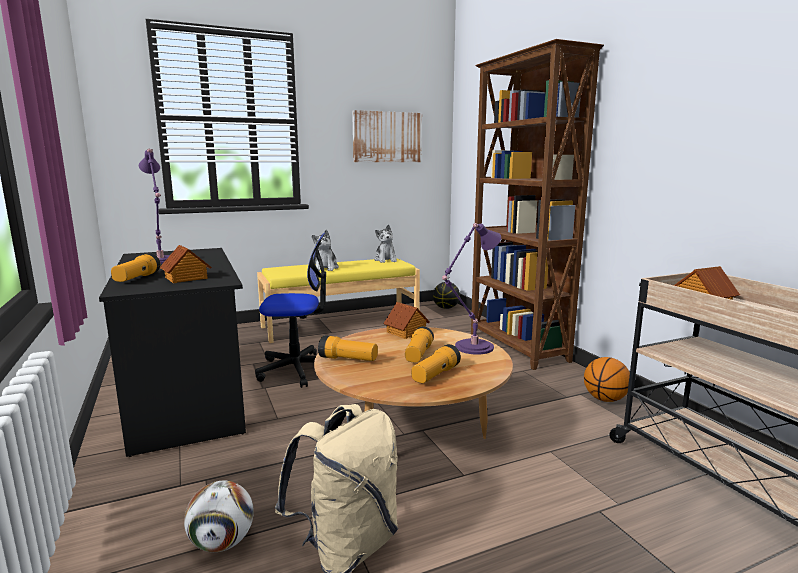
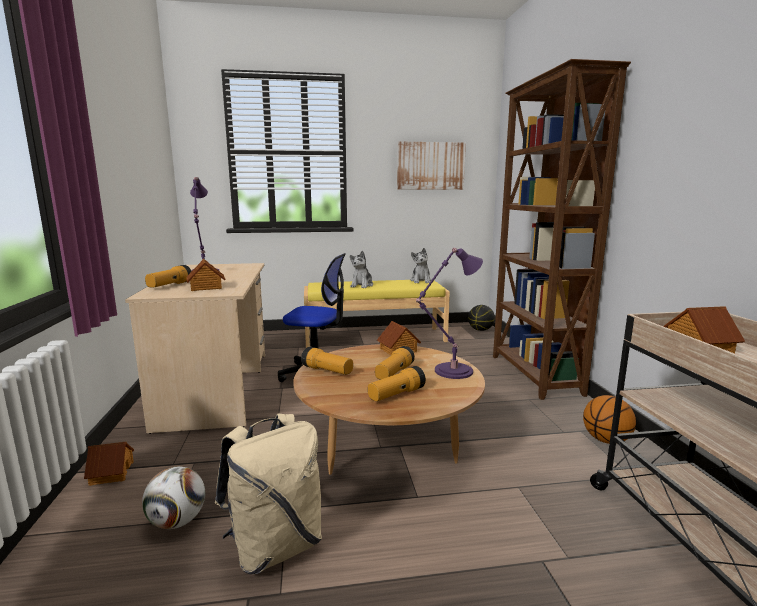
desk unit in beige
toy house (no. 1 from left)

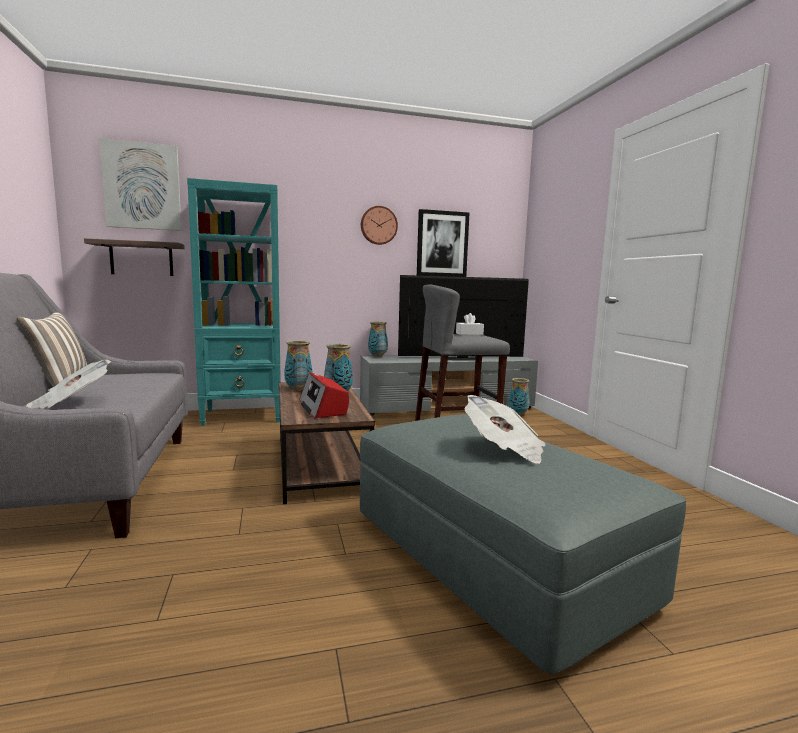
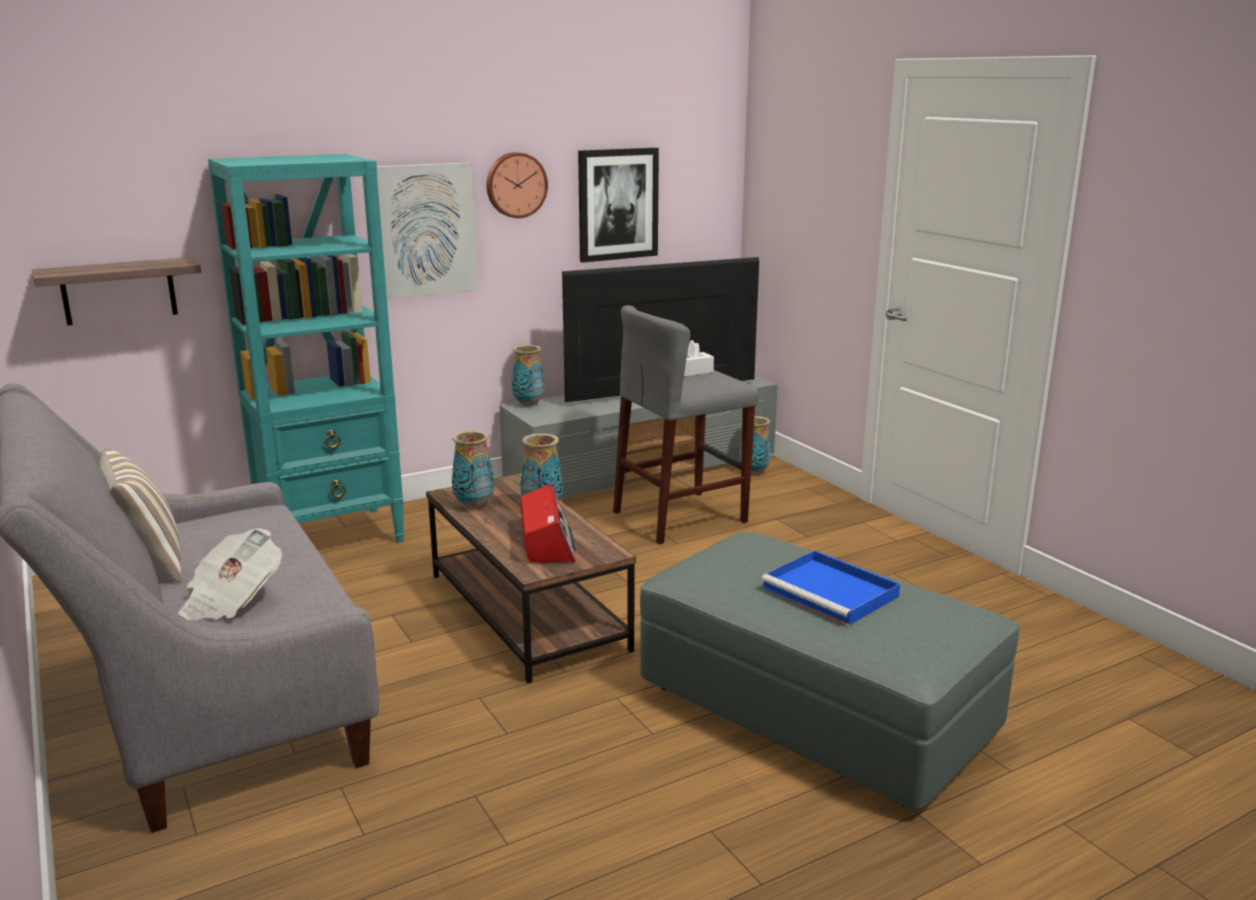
wall picture (no. 1 from left)
radio receiver
tray in blue-coloured

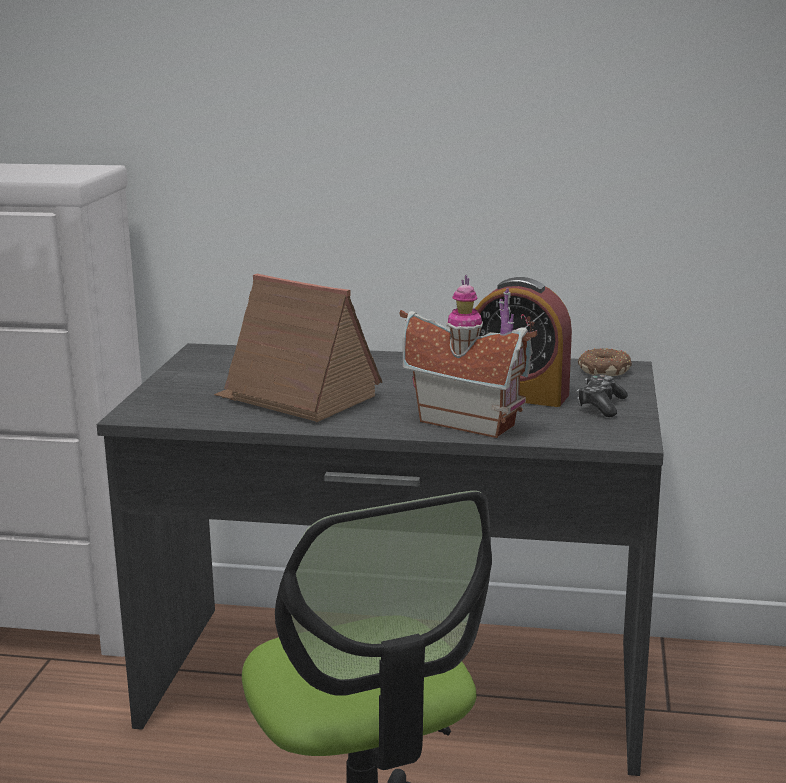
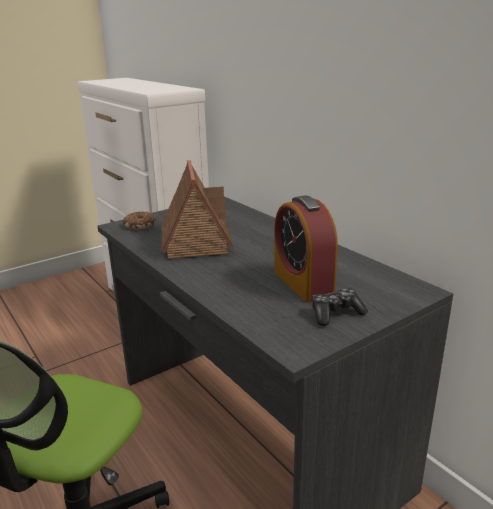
toy house (no. 2 from left in the first image)
doughnut

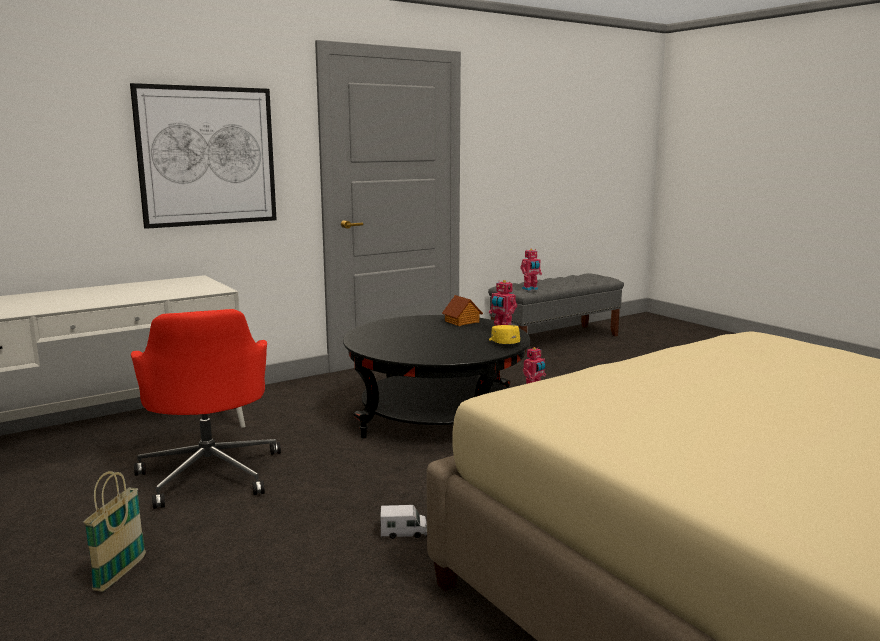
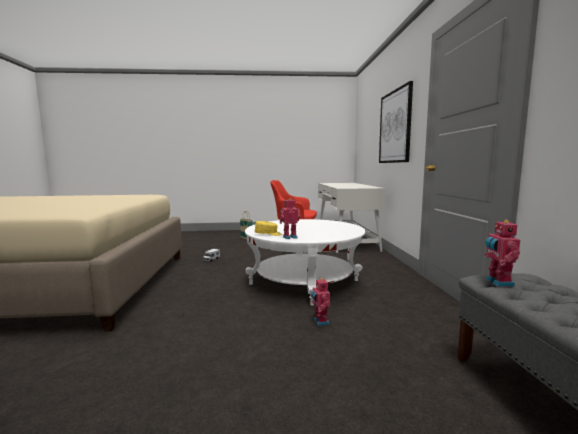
toy house
low table in white-coloured

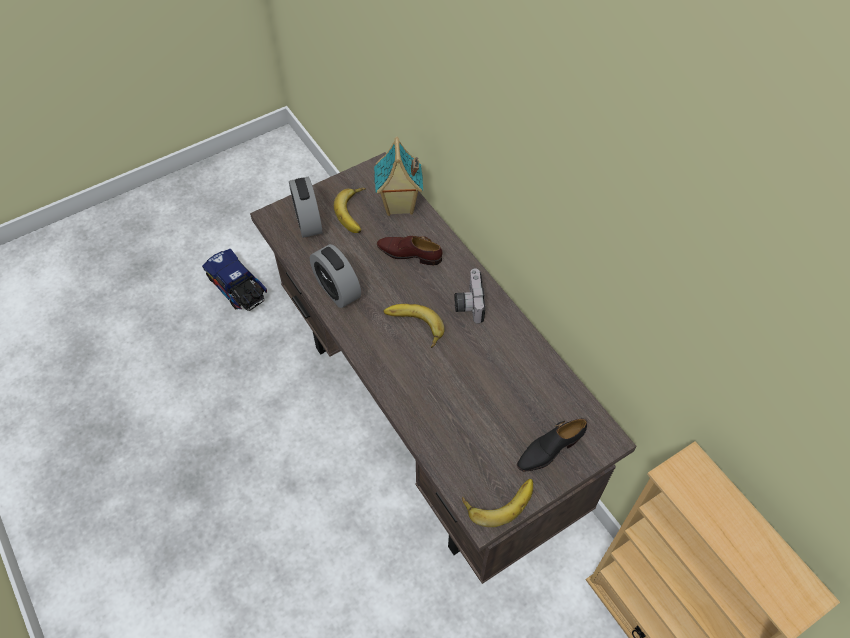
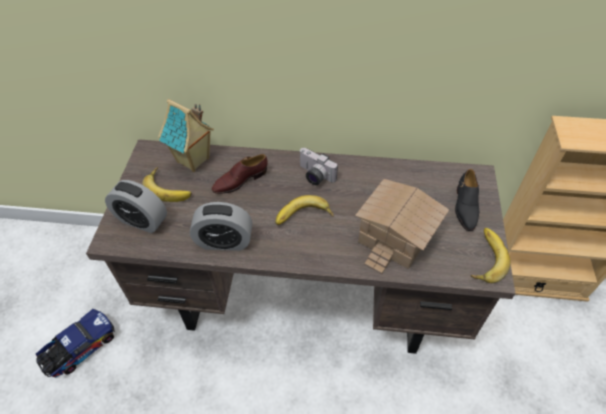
toy truck
toy house (no. 2 from left)

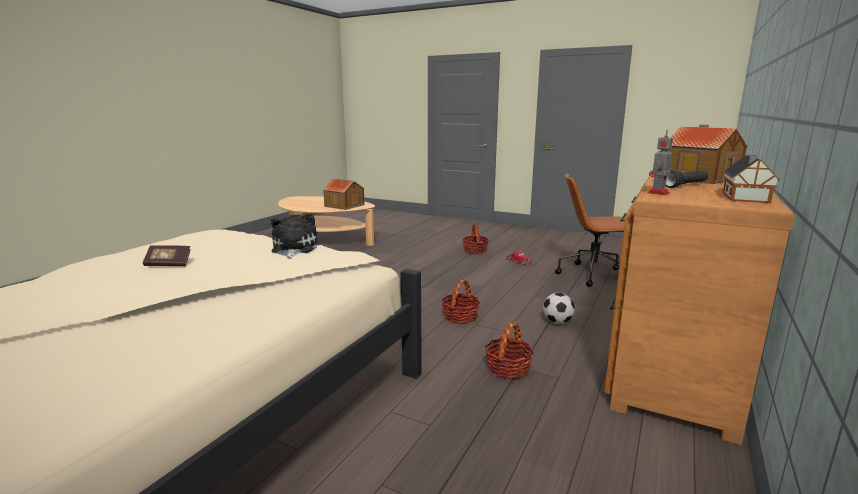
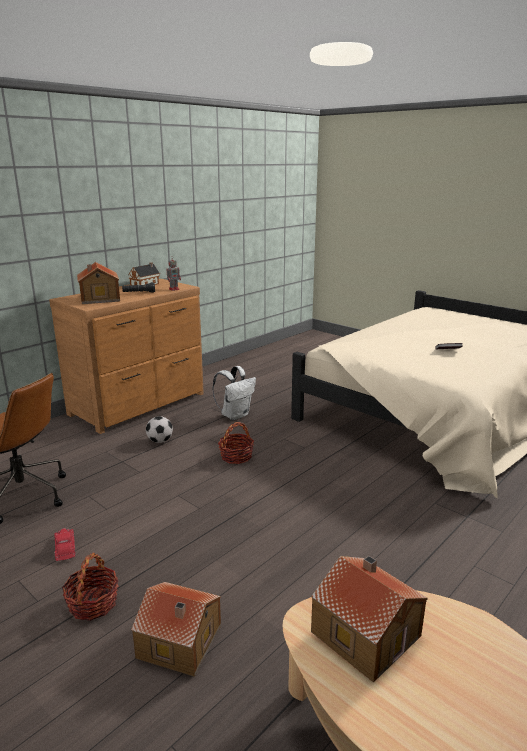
plush toy
knapsack in white-coloured
toy house (no. 3 from left)

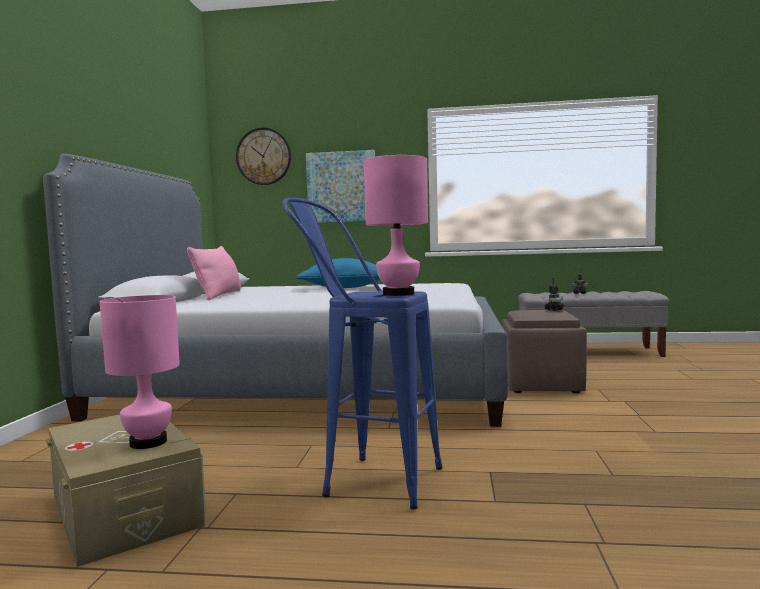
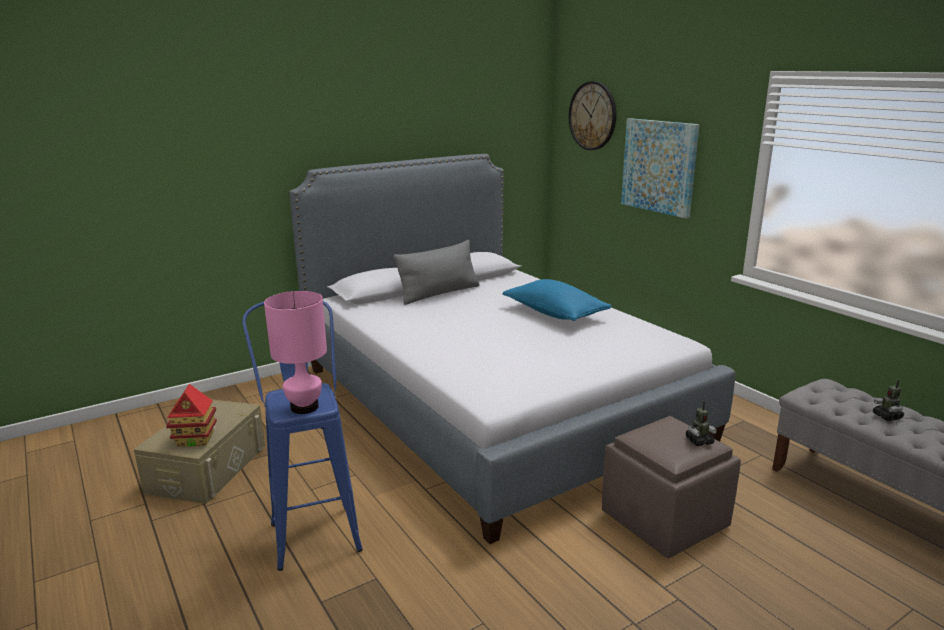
cushion in gray
toy house

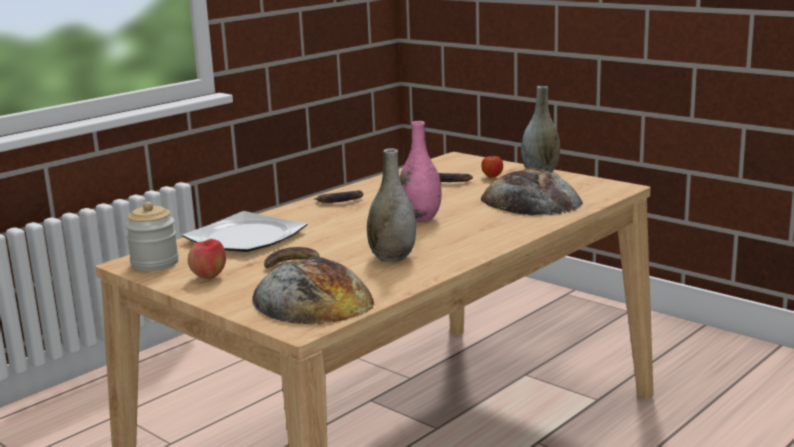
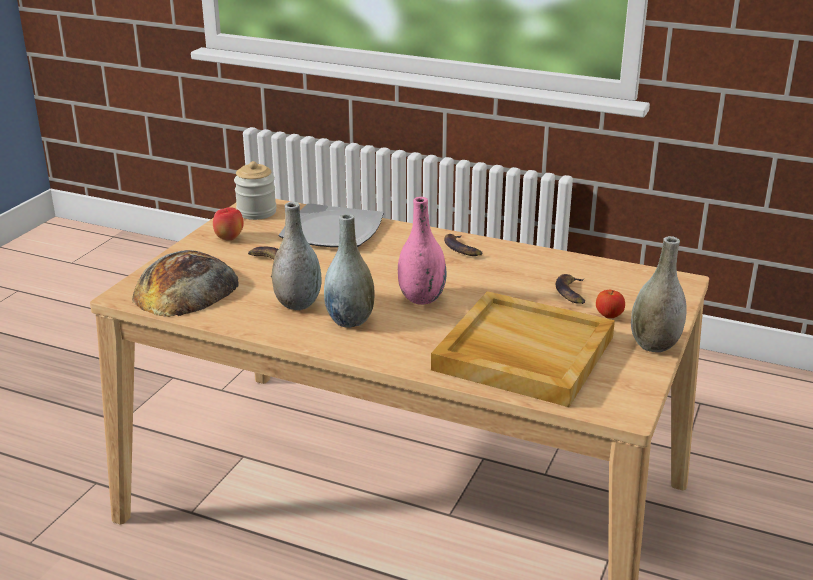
tray in beige
vase in gray (no. 2 from left)

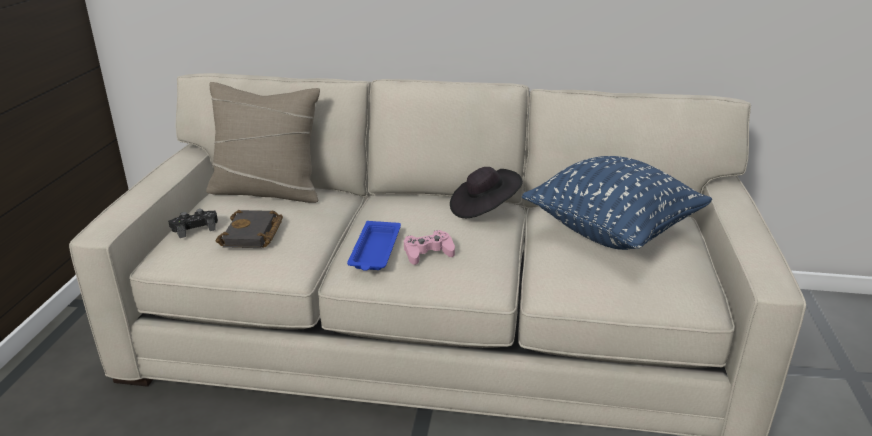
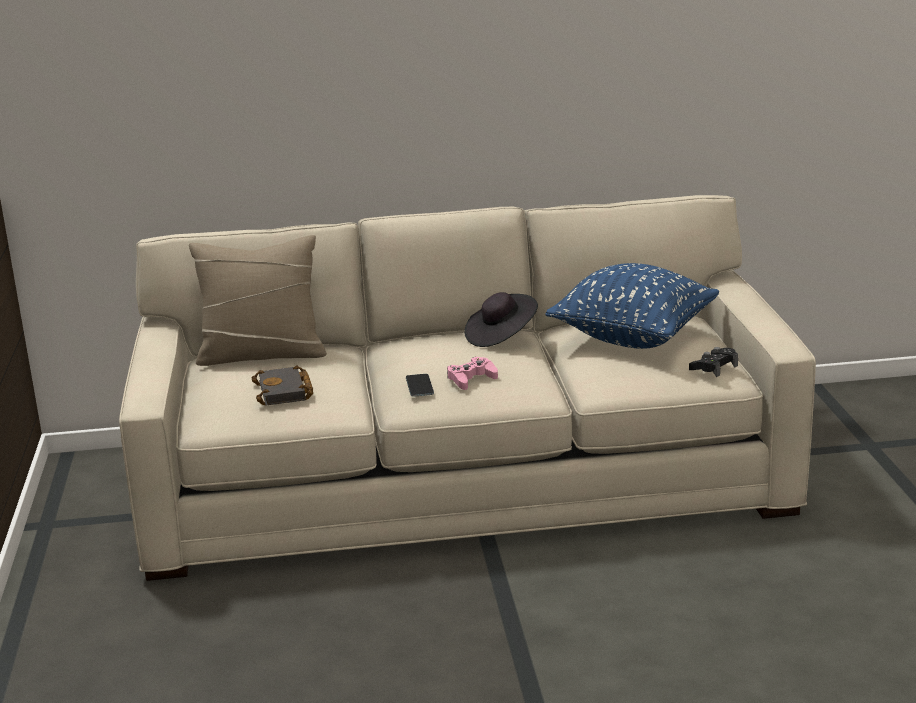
joypad in black-coloured
telephone

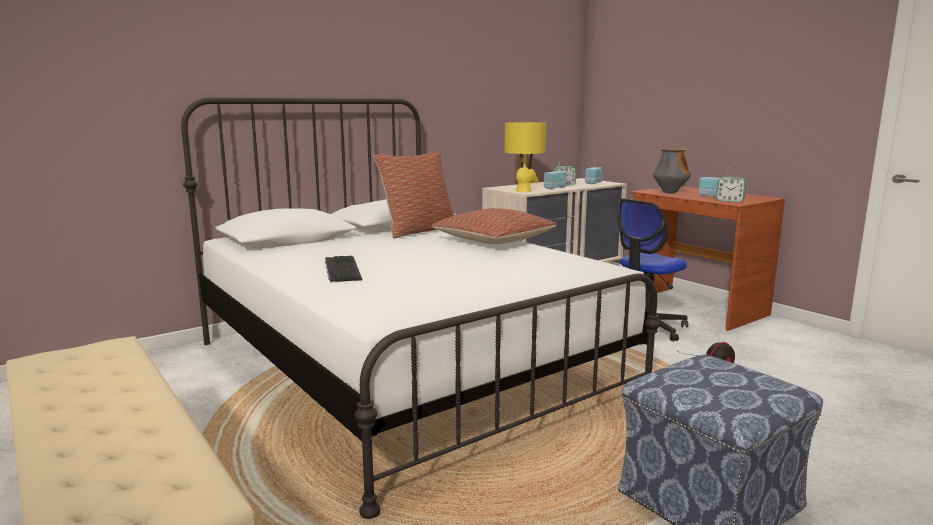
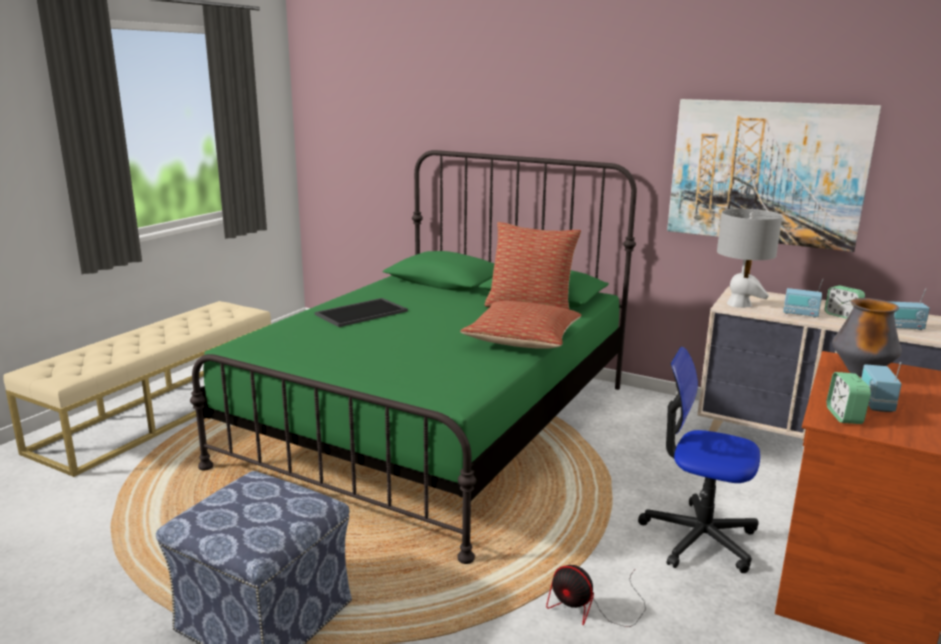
sleeping bed in greenish
tabletop lamp in gray
tray
wall picture

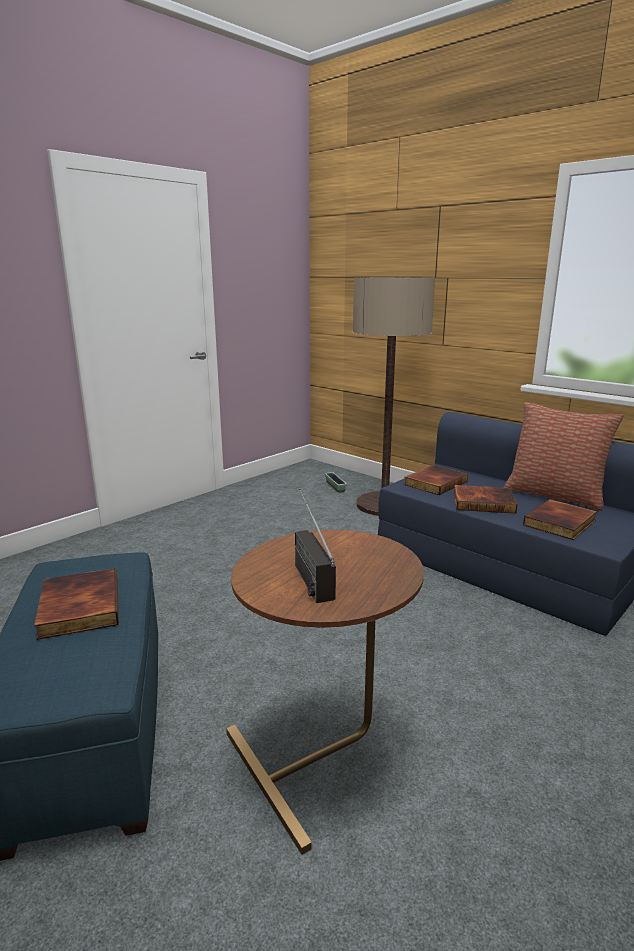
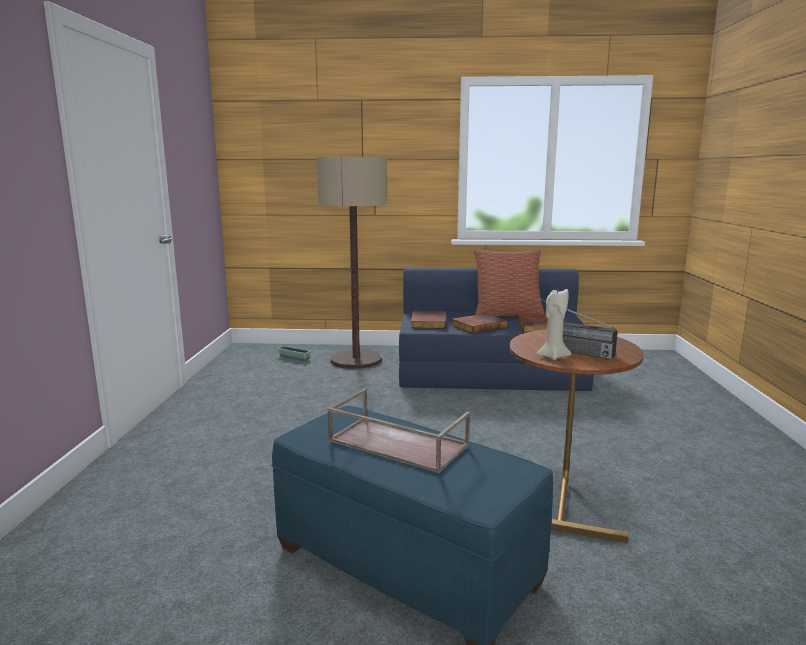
tray in brownish
wax candle in beige

